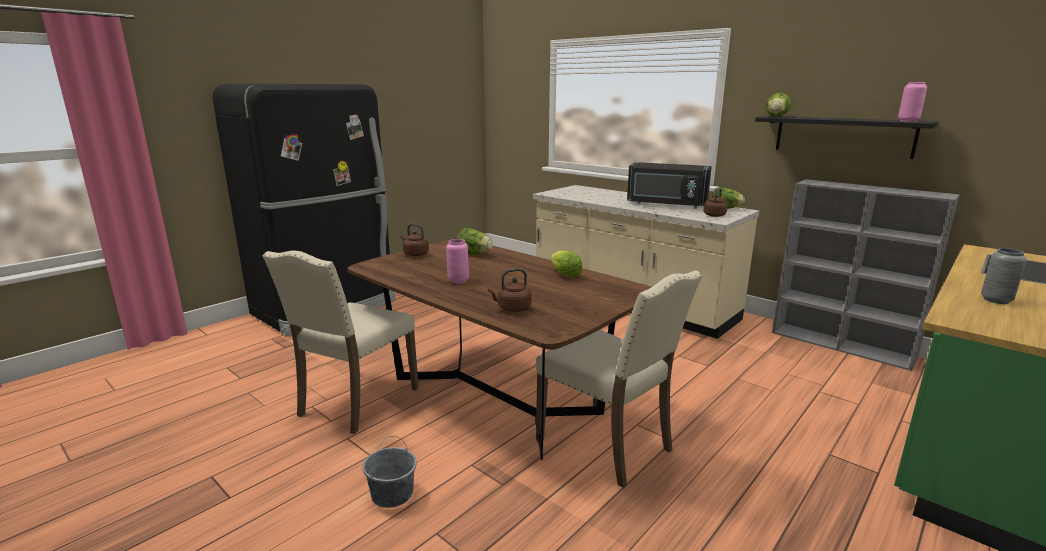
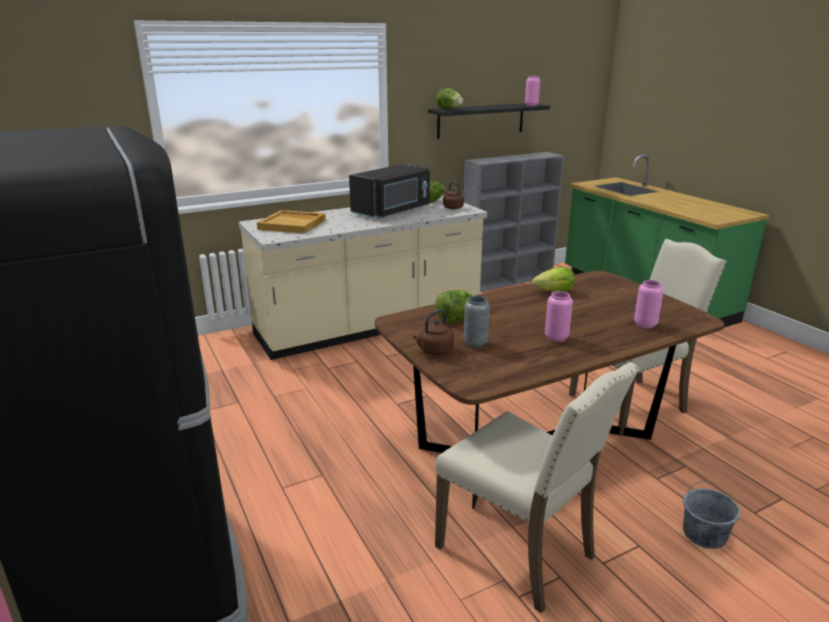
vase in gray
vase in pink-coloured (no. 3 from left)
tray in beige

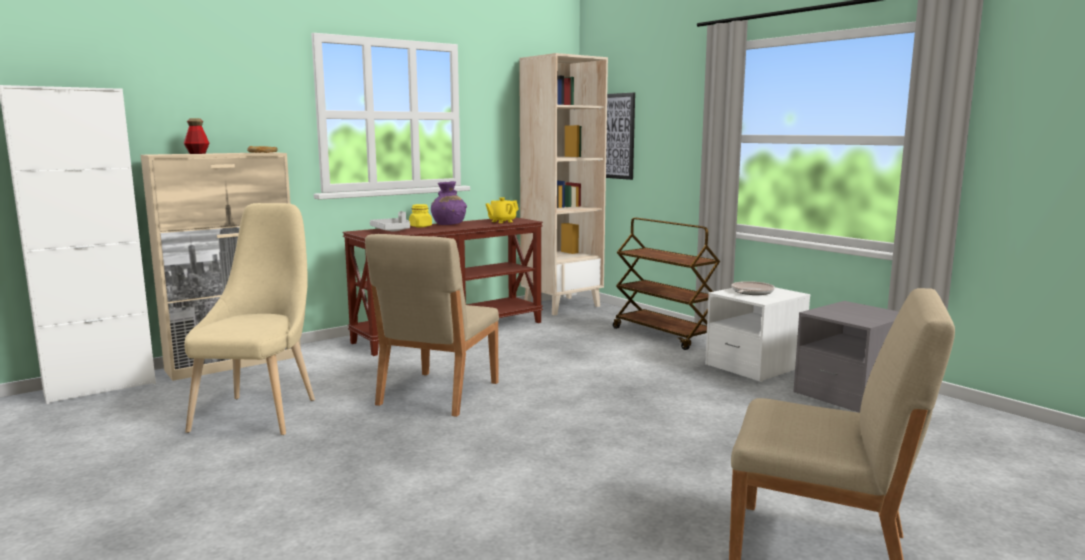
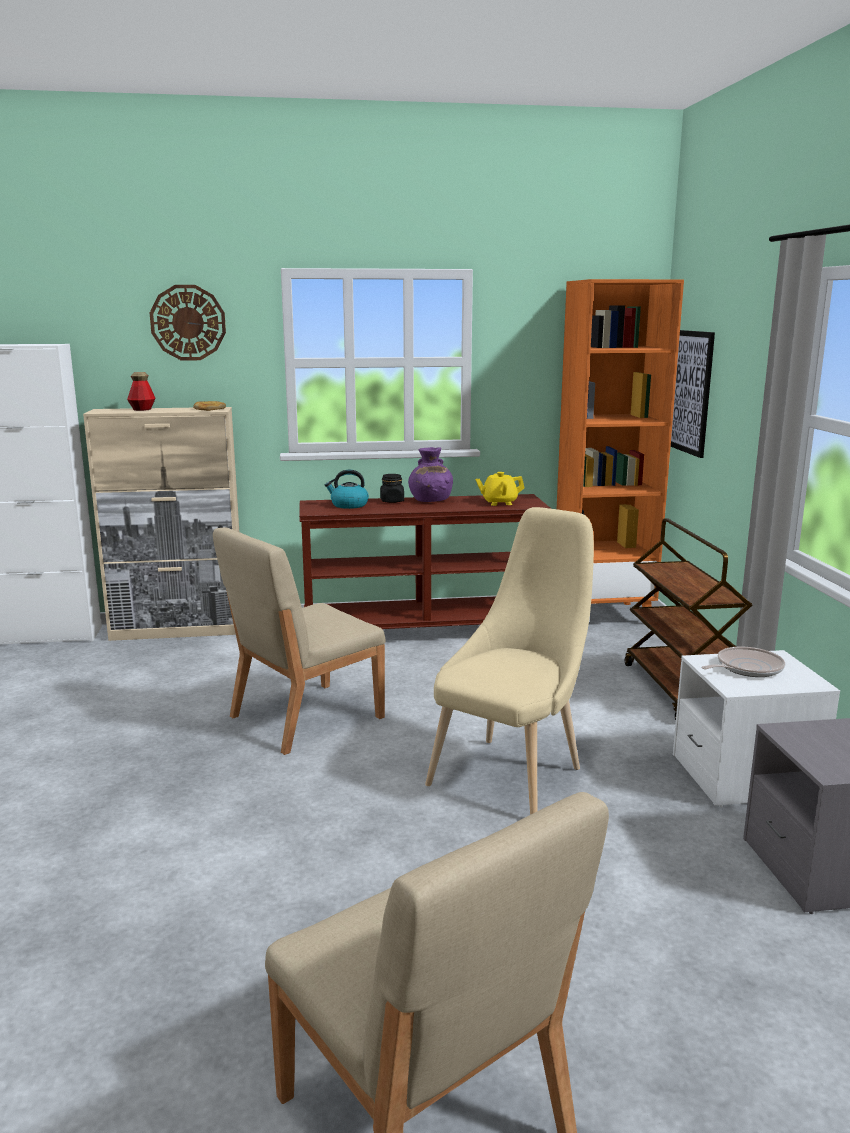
bookshelf in orange-coloured
chair in beige (no. 3 from left)
preserve jar in black-coloured
water kettle
clock on the wall

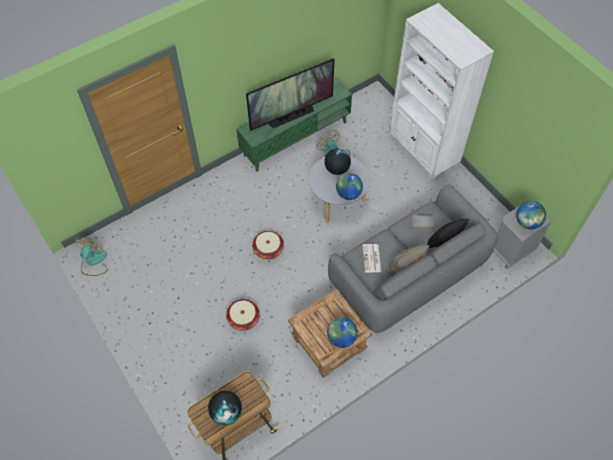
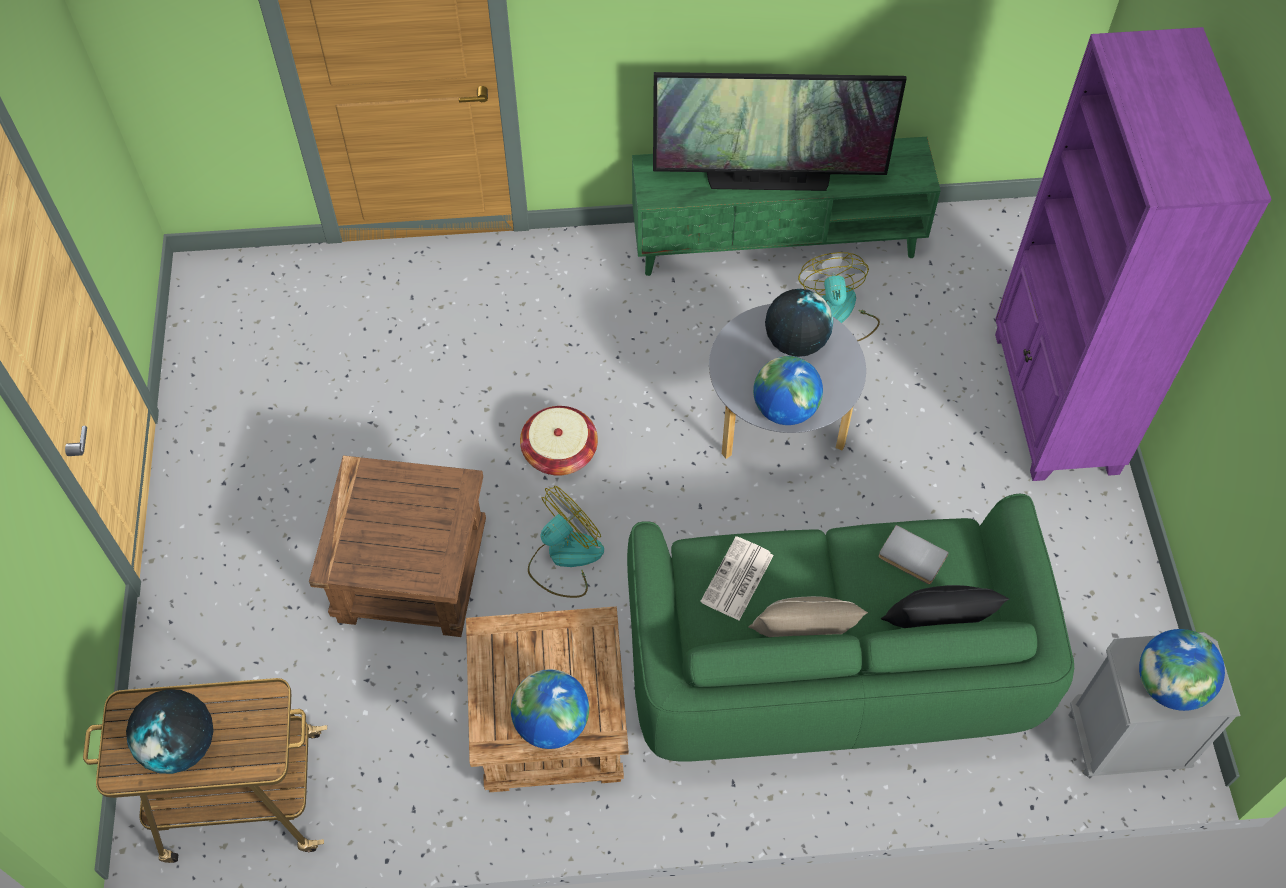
bookshelf in purple-coloured
settee in greenish
electric fan (no. 1 from left)
side table in brownish (no. 1 from left)

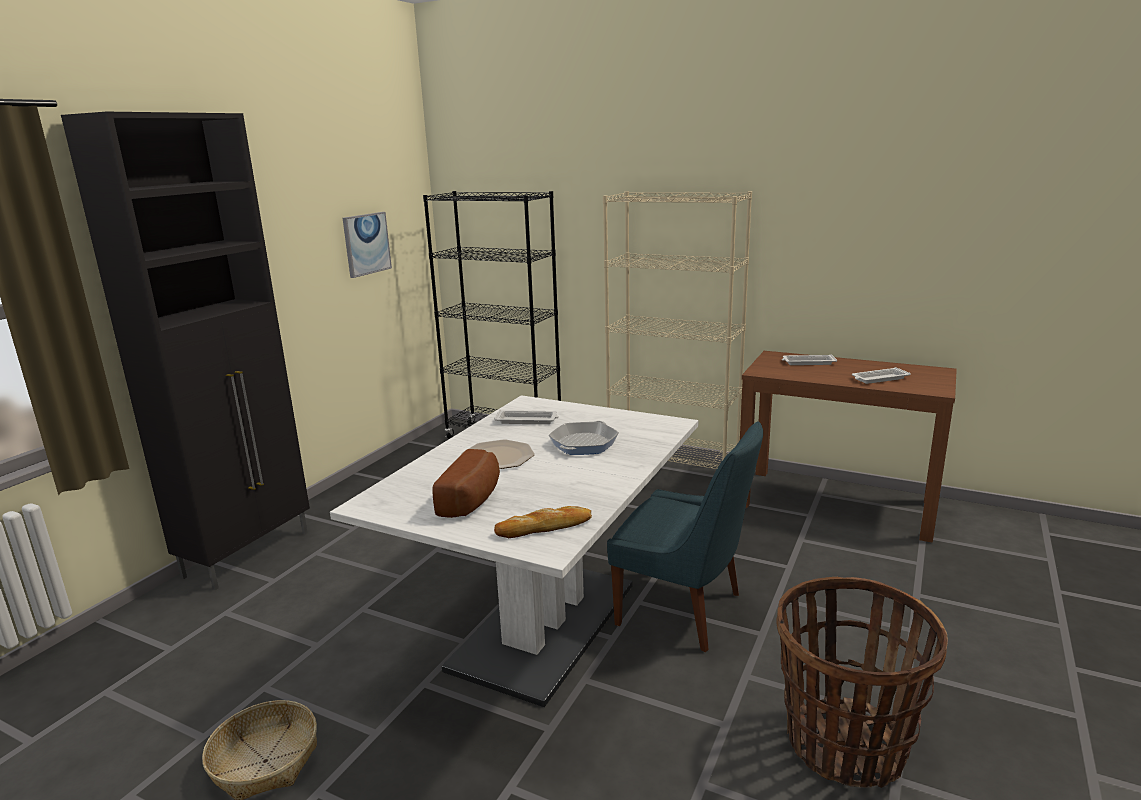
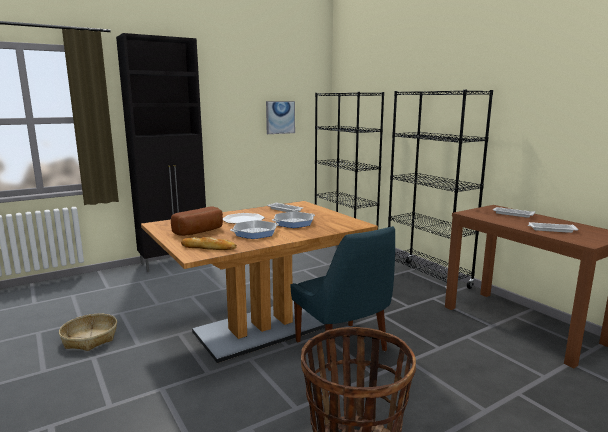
bookshelf in black-coloured (no. 2 from left)
dinner table in brownish
pan (no. 1 from left)

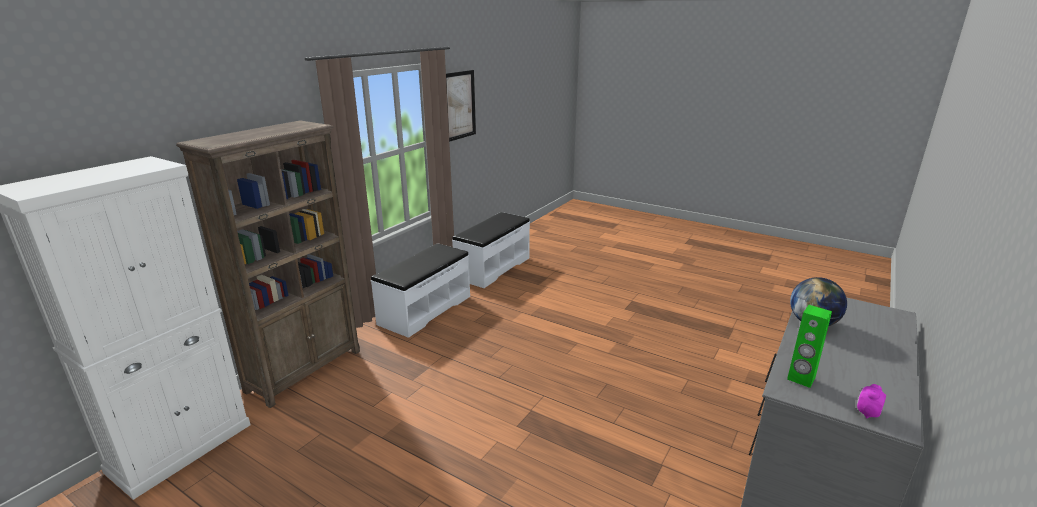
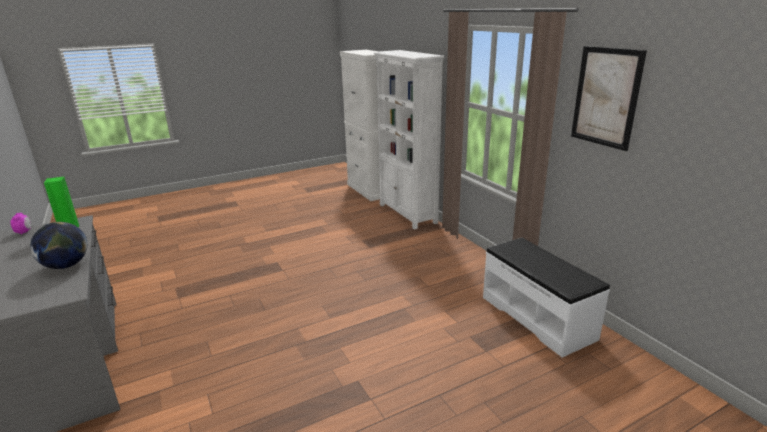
bookshelf in white-coloured
indoor bench in white-coloured (no. 1 from left in the first image)

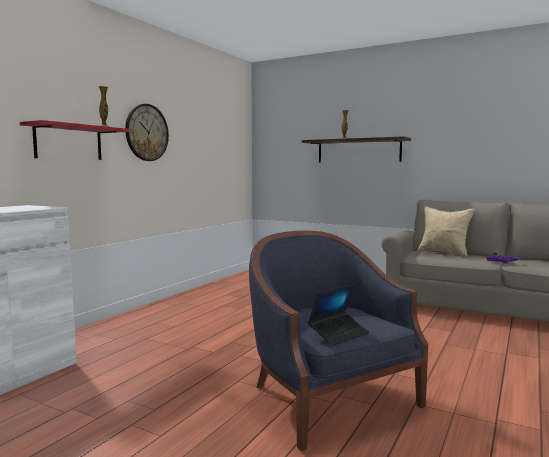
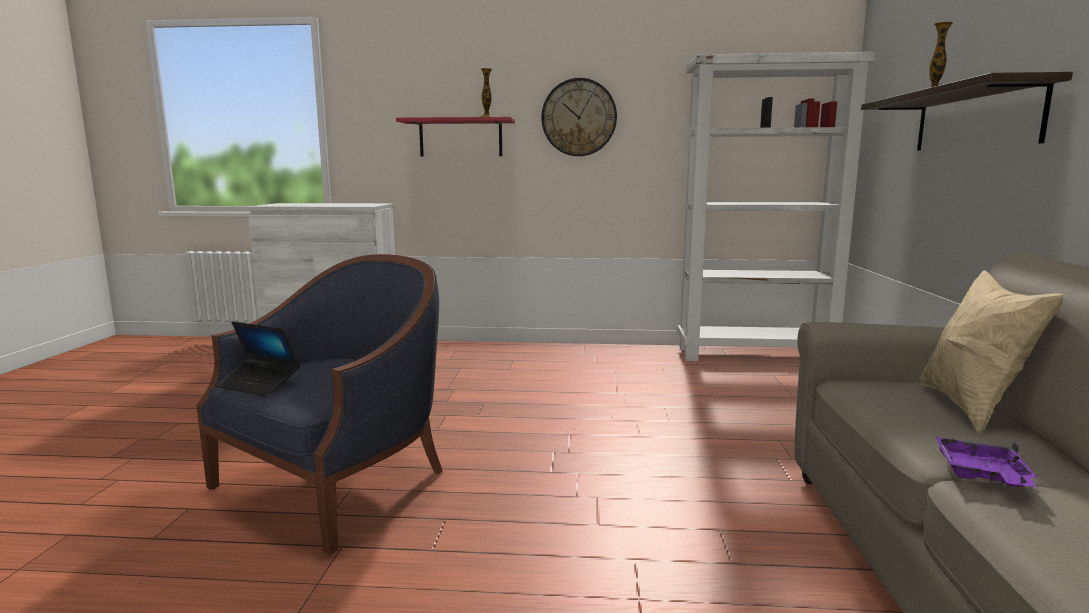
bookshelf in white-coloured

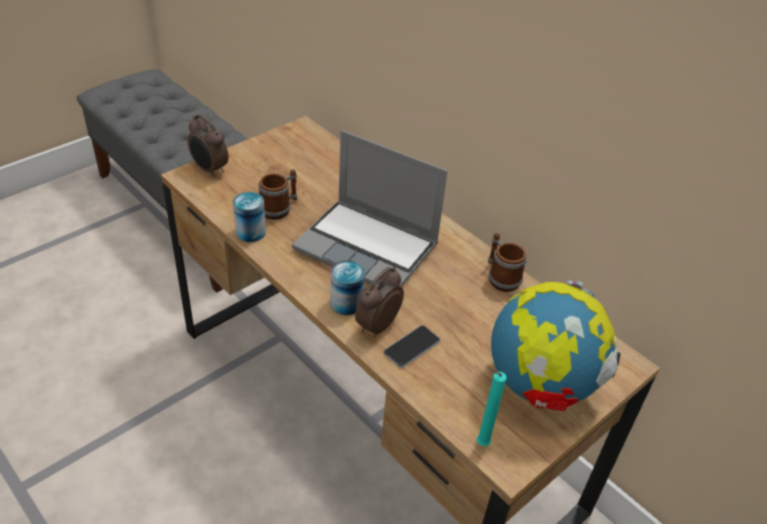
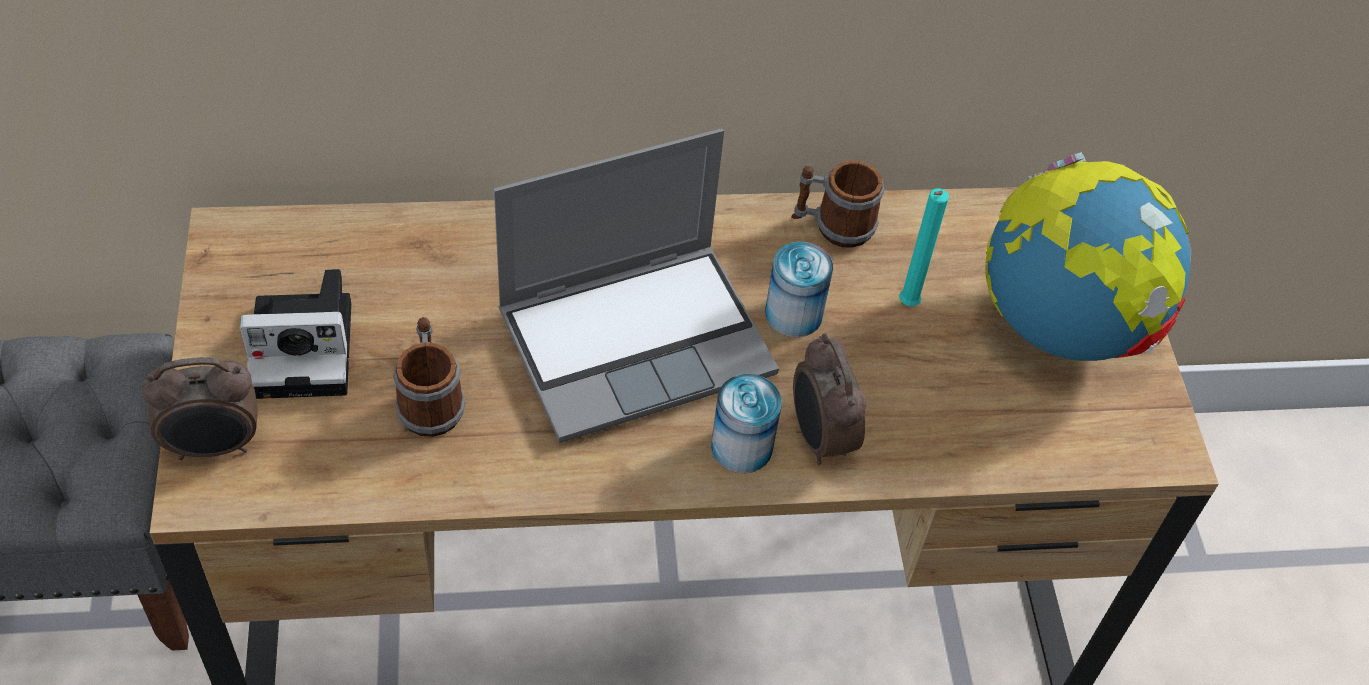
metal can (no. 2 from left)
telephone
wax candle in turquoise
still camera

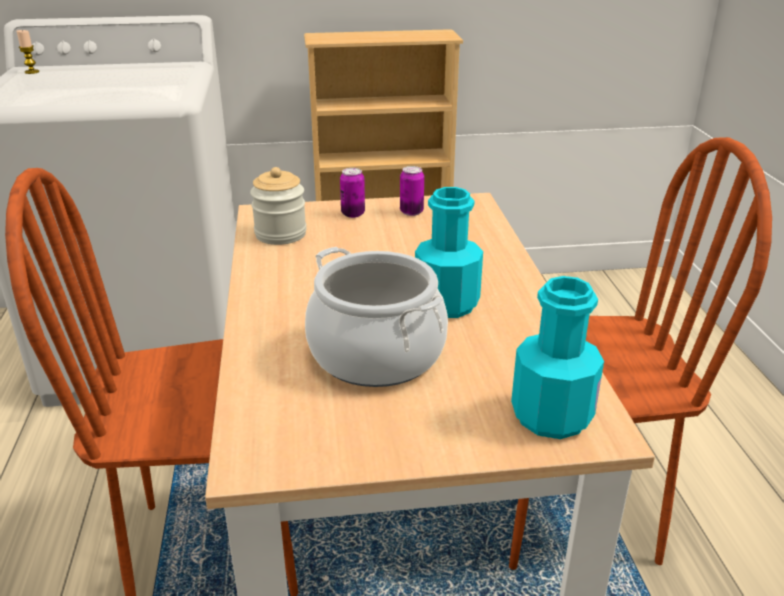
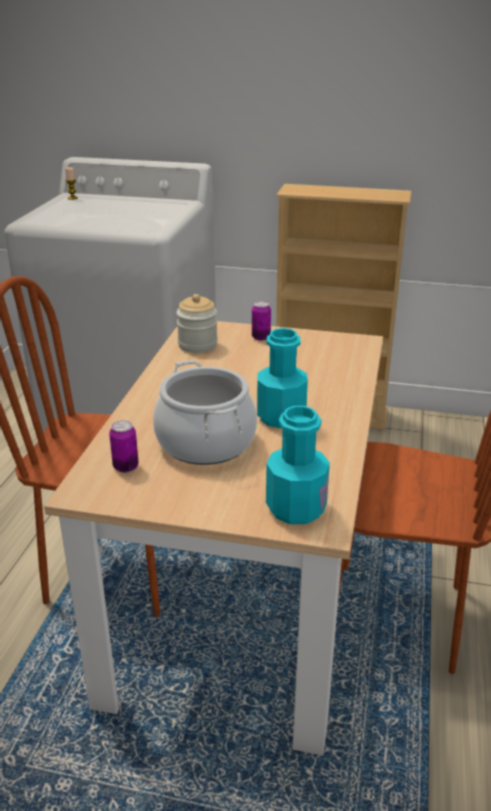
metal can (no. 1 from left)

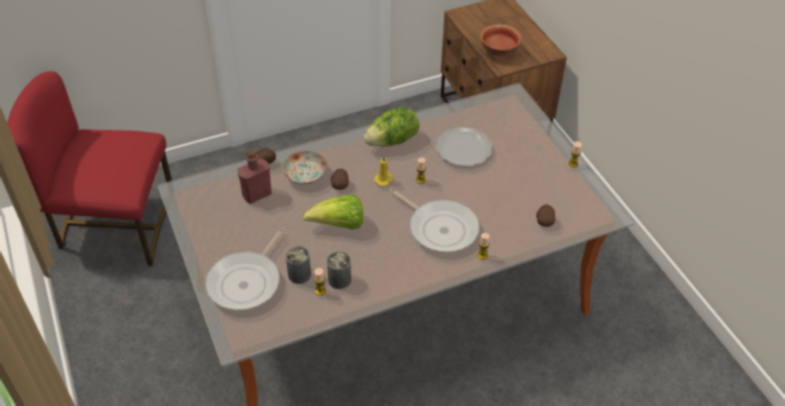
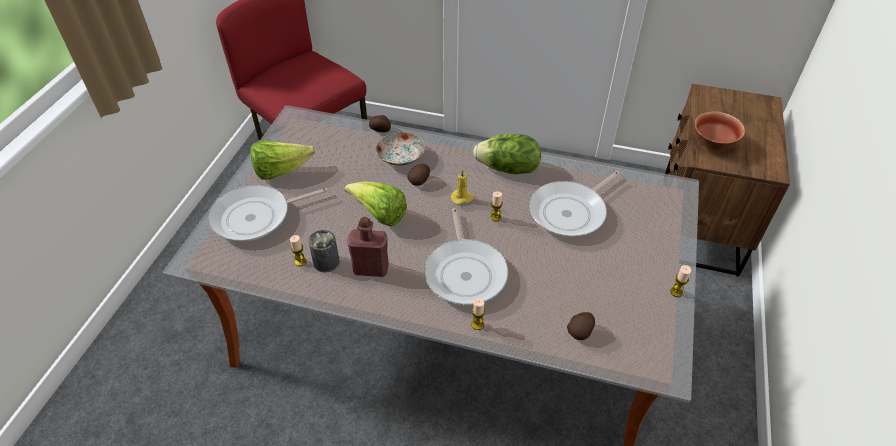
pan (no. 3 from left)
beverage bottle in red
metal can (no. 1 from left in the first image)
lettuce (no. 1 from left)

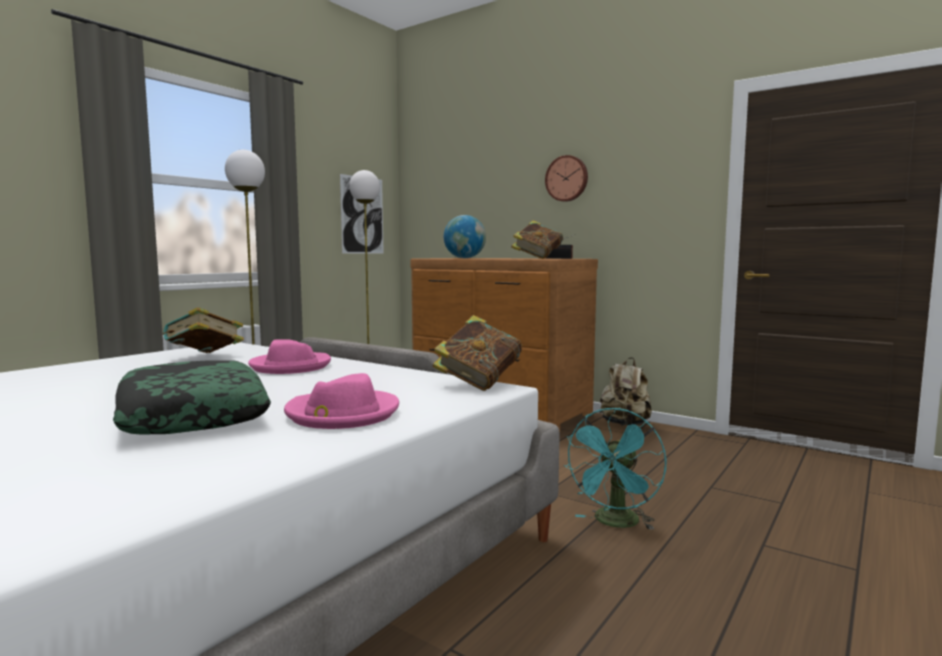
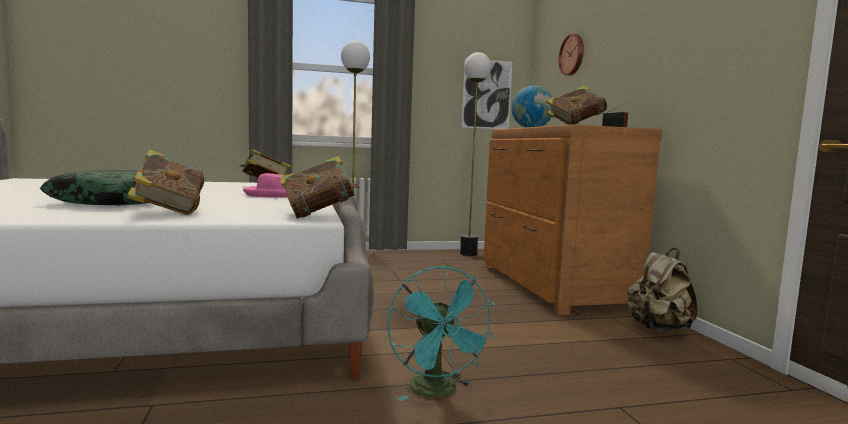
clock on the wall
book (no. 1 from left)
electric fan in turquoise

